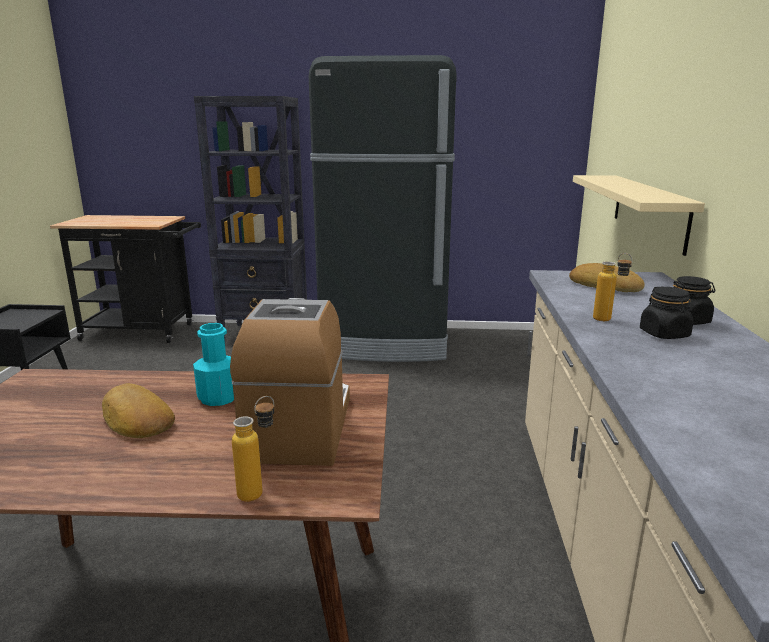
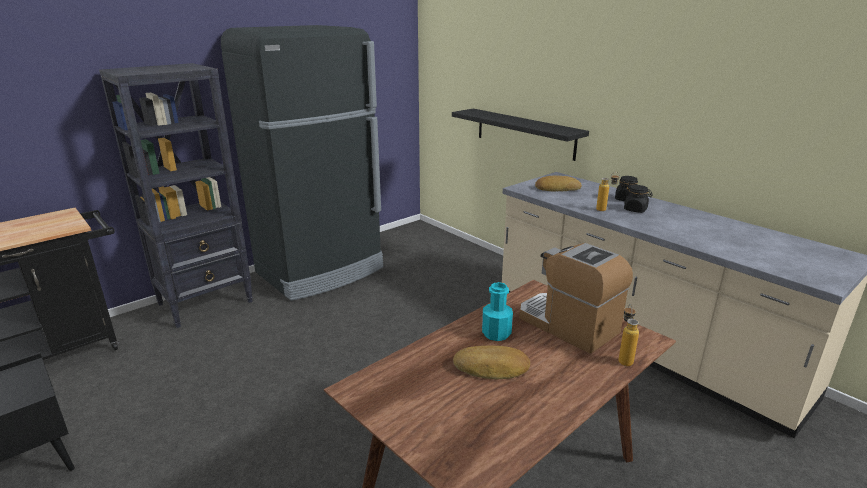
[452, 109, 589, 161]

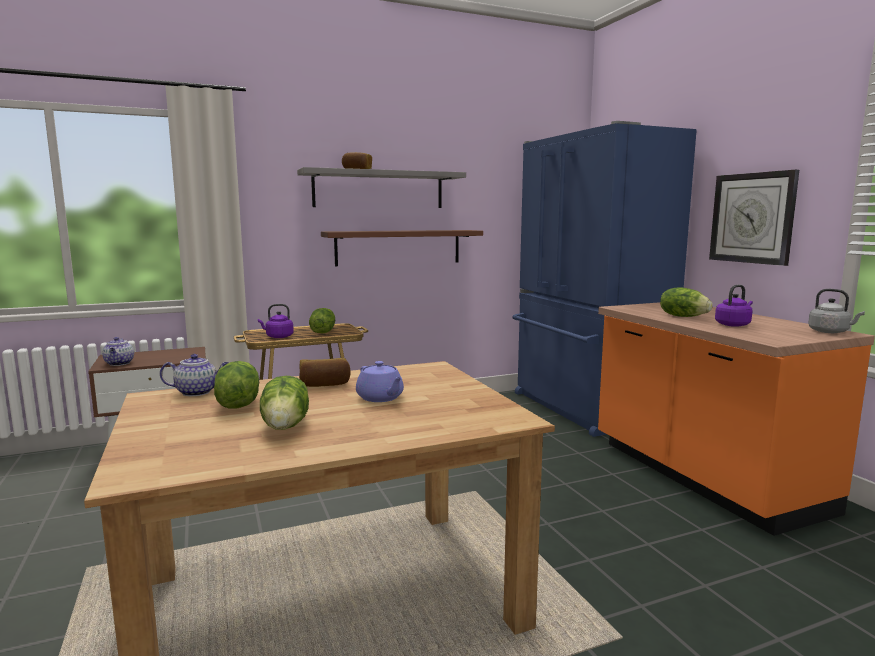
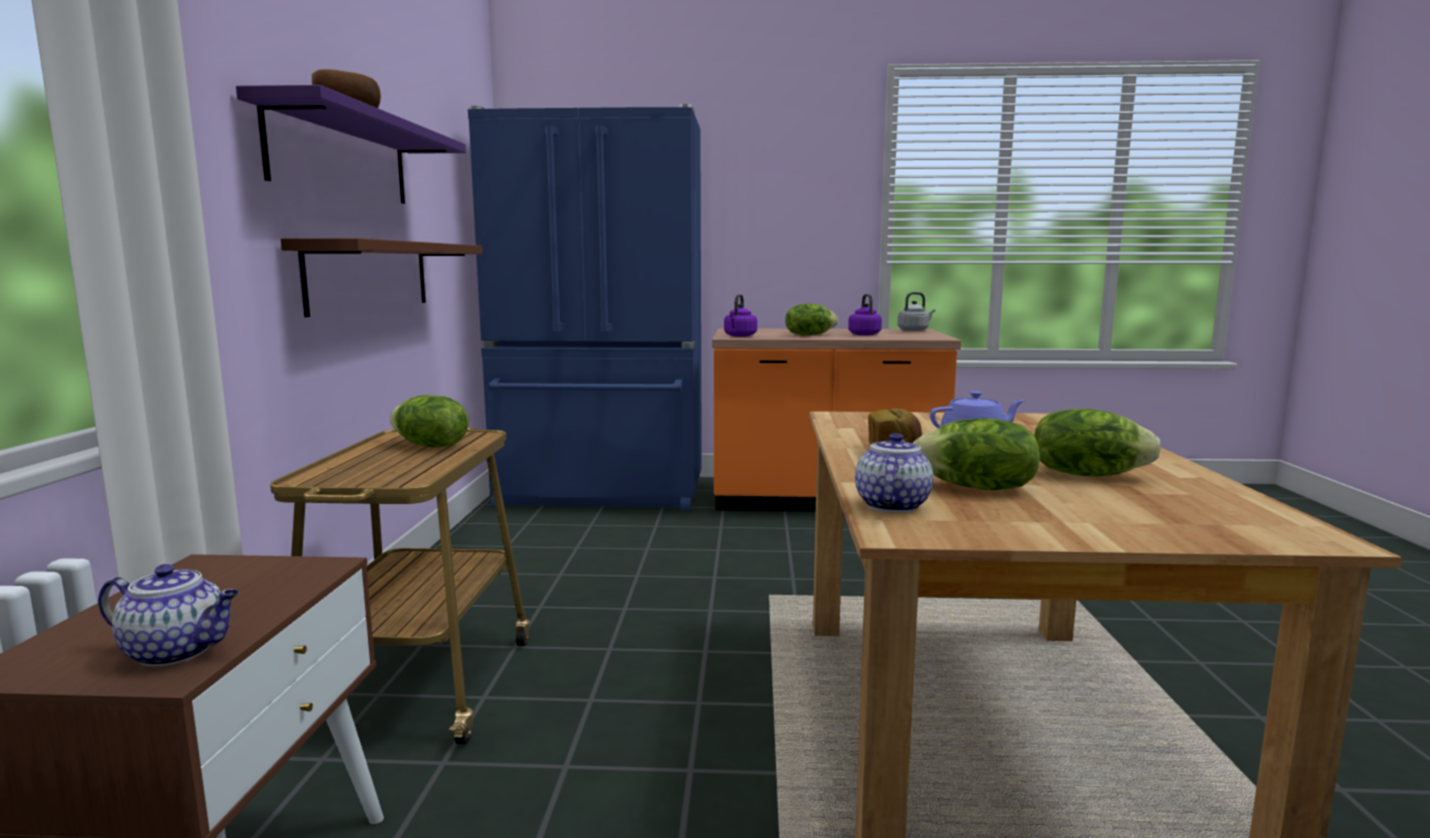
[724, 294, 757, 337]
[236, 85, 466, 204]
[709, 170, 799, 266] (first image)

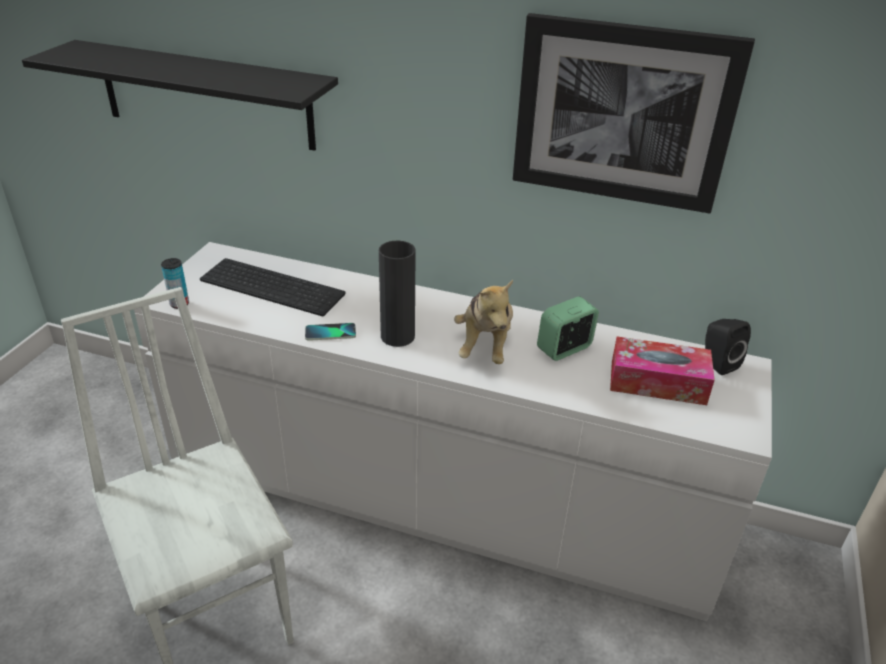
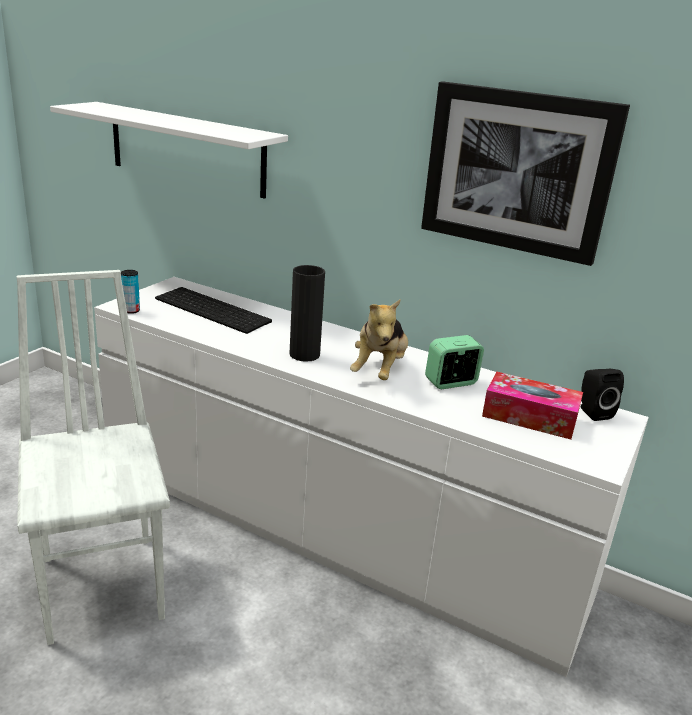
[50, 102, 288, 199]
[305, 323, 356, 341] (first image)

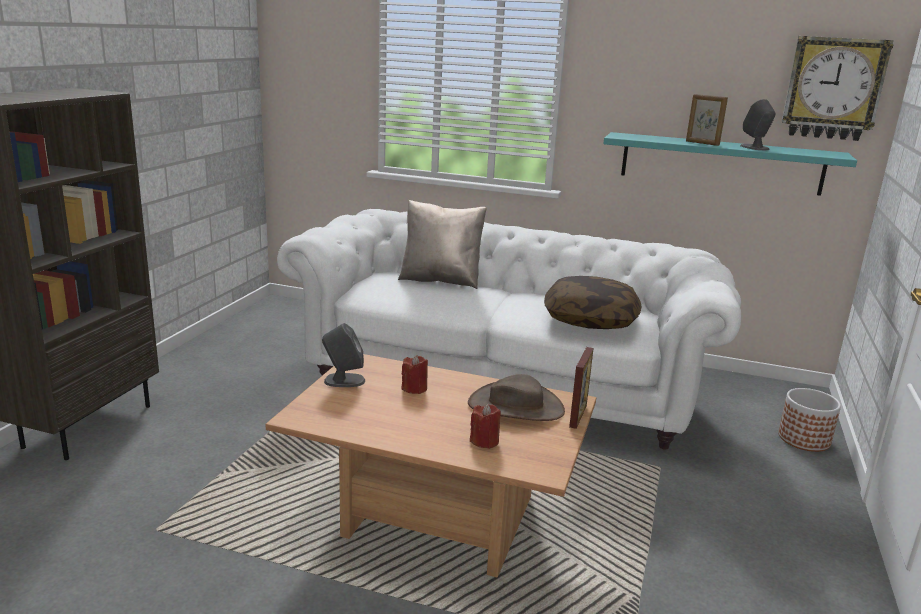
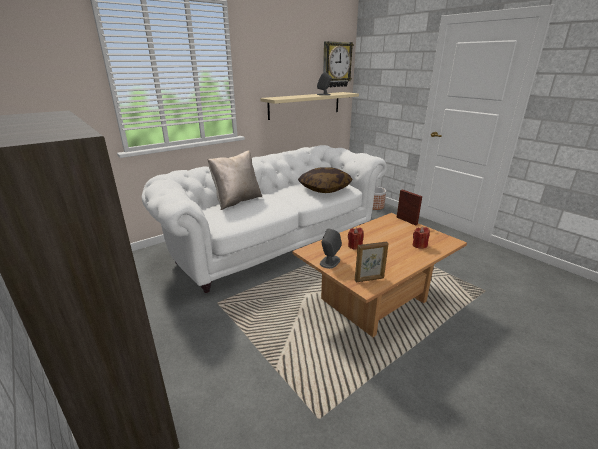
[468, 374, 565, 421] (first image)
[260, 92, 359, 120]
[355, 242, 389, 282]

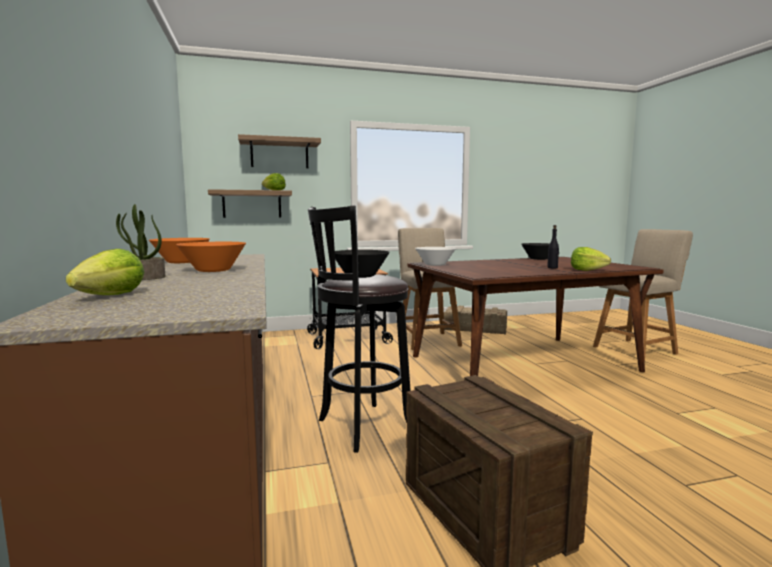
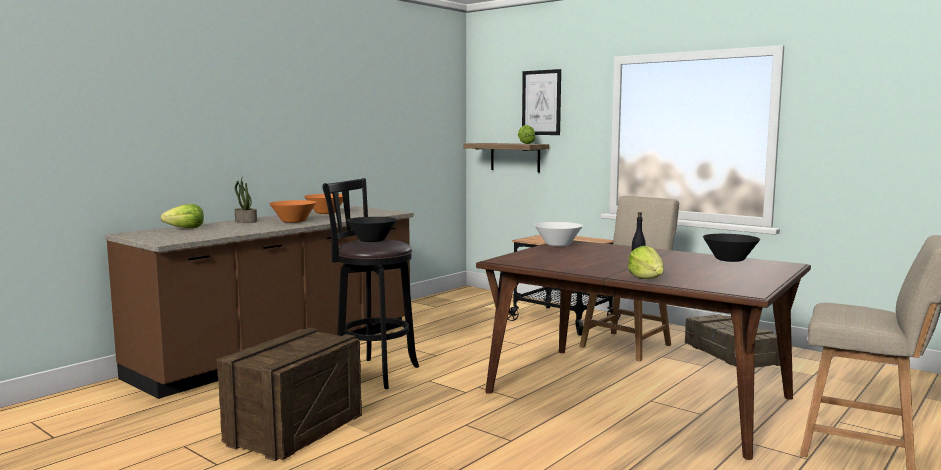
[522, 69, 561, 135]

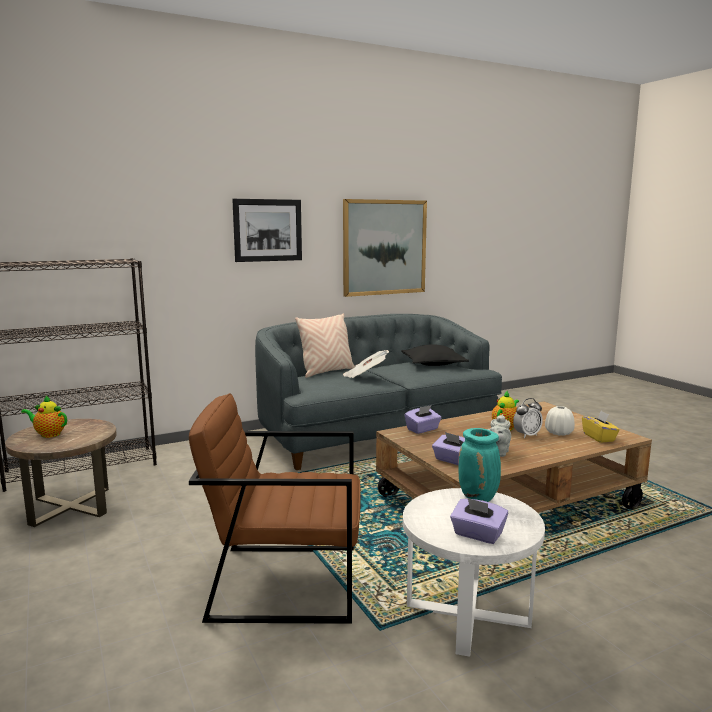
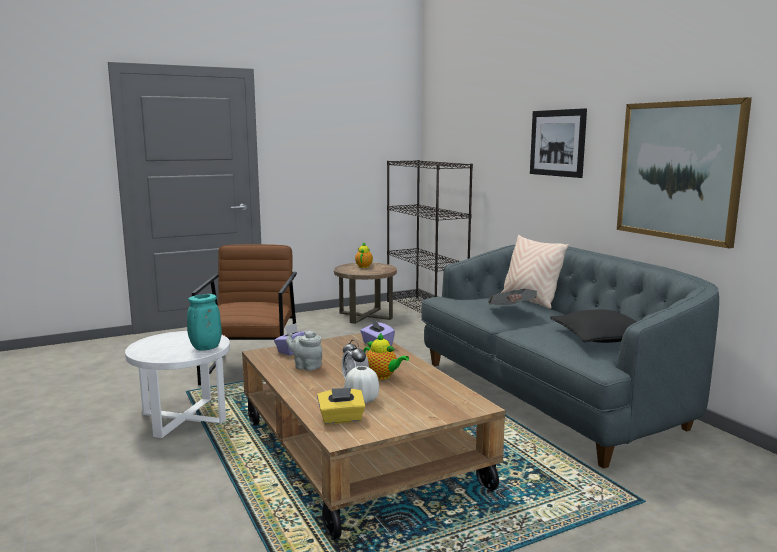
[450, 498, 508, 544] (first image)

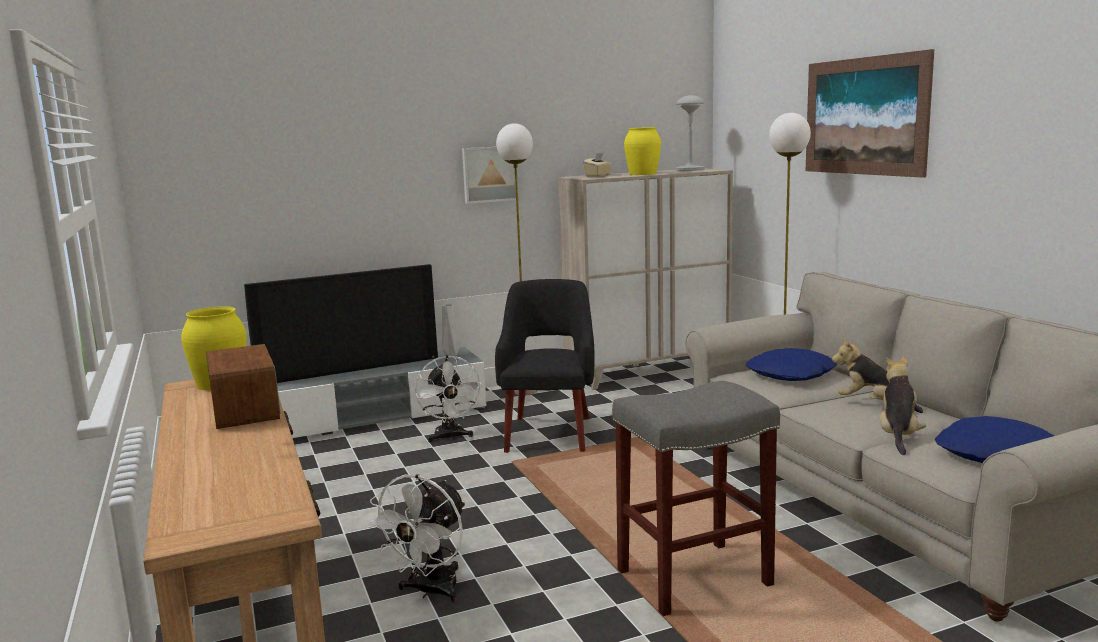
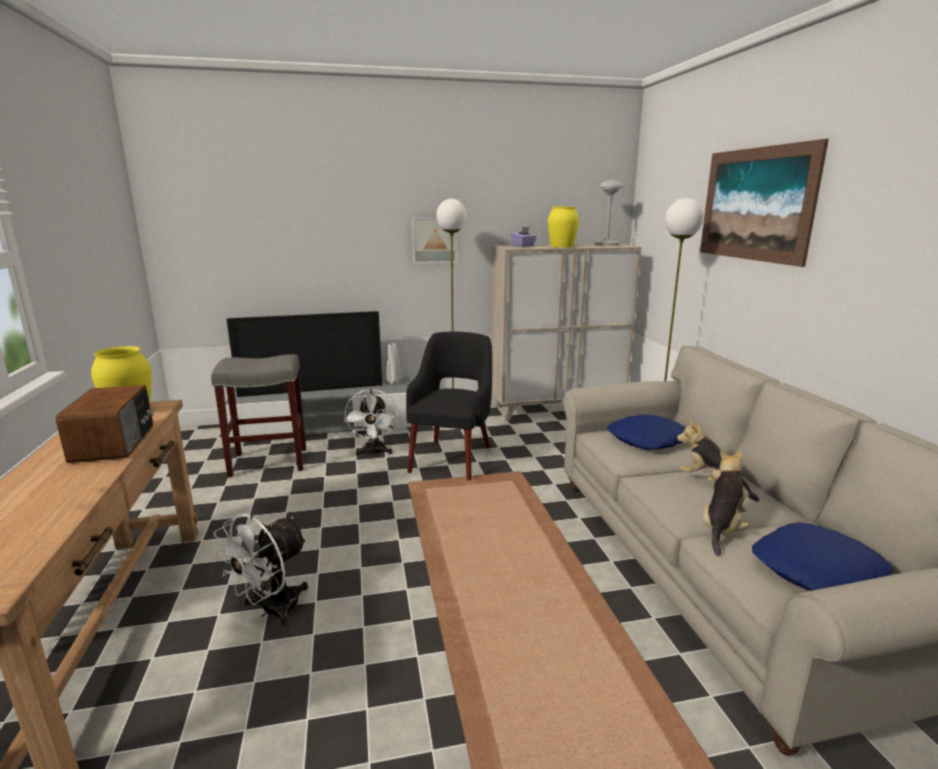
[511, 227, 537, 247]
[211, 354, 306, 477]

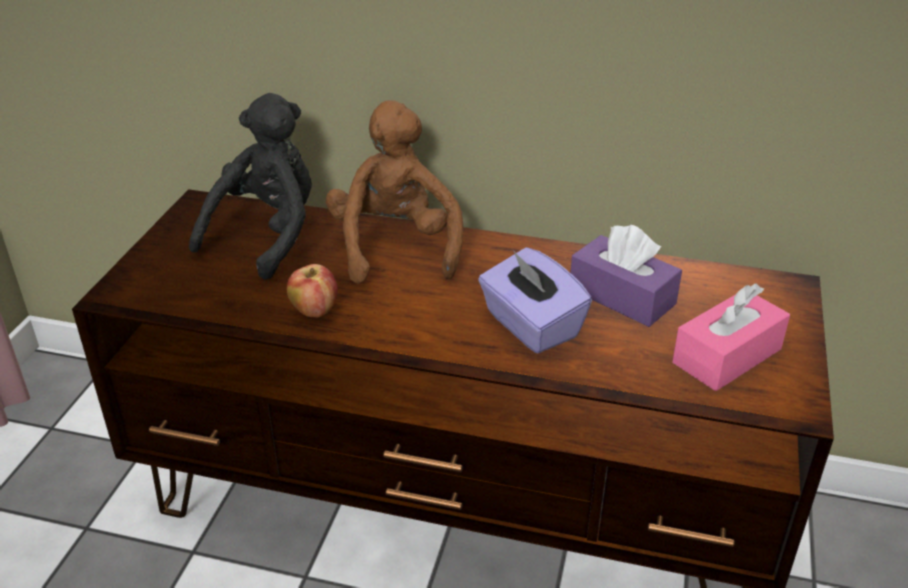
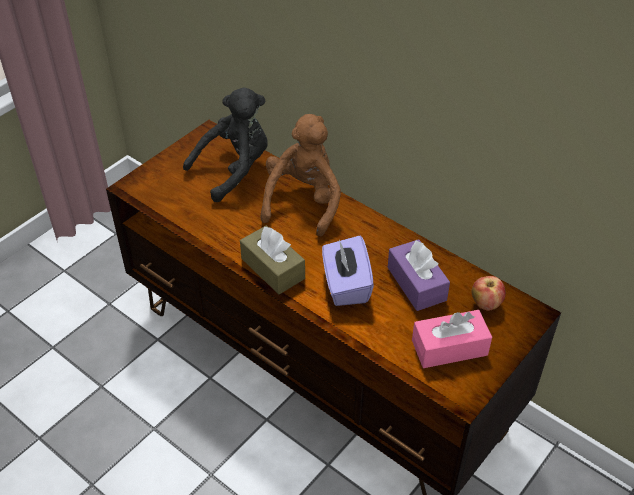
[472, 276, 506, 311]
[240, 226, 305, 294]

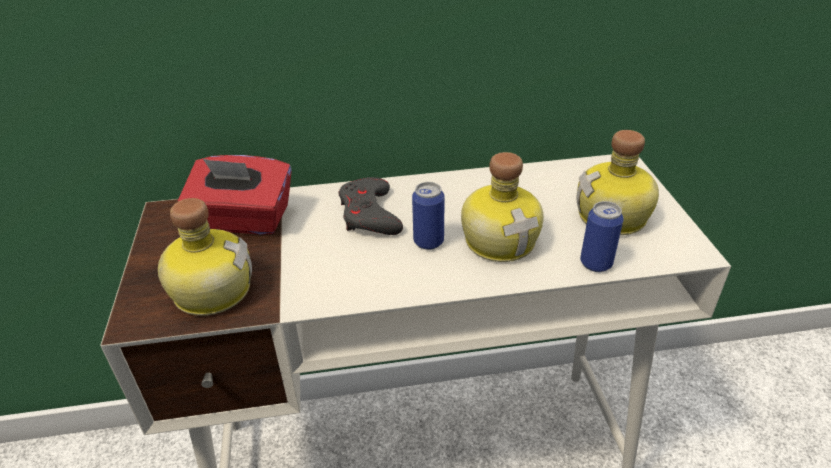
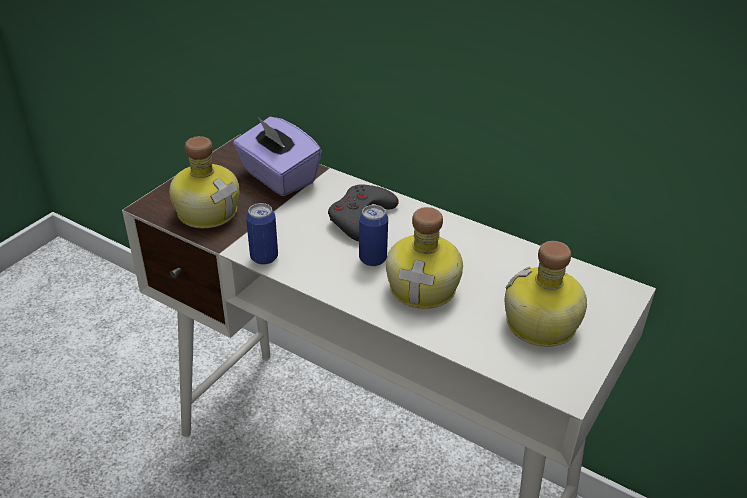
[233, 117, 322, 196]
[246, 203, 278, 265]

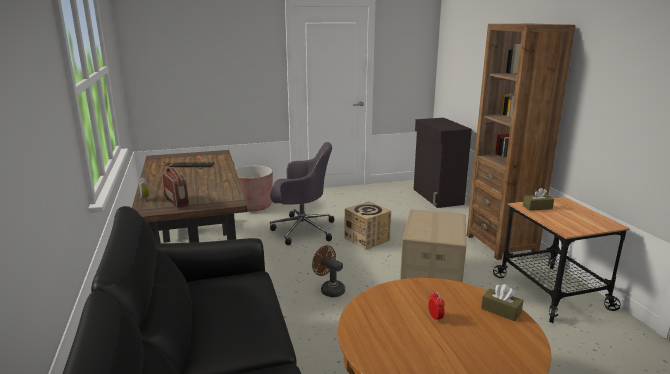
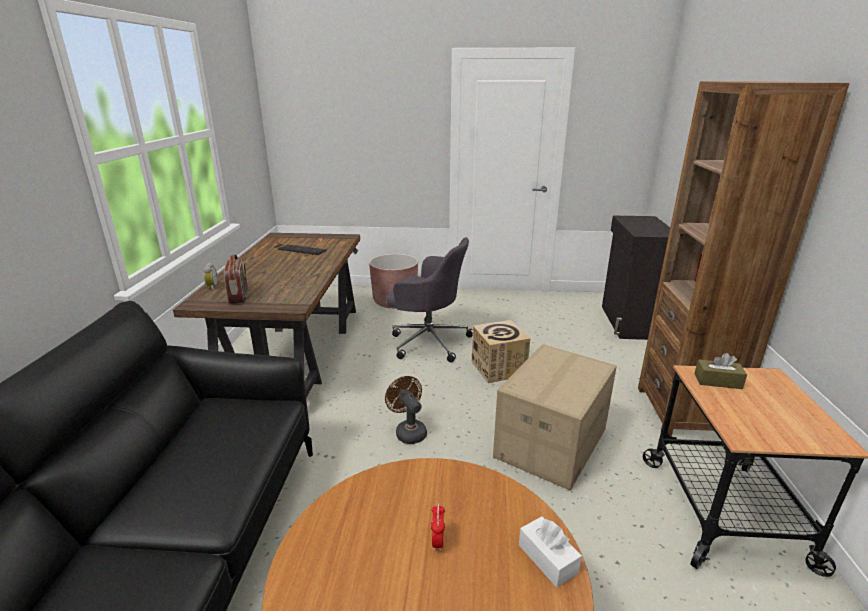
[519, 516, 582, 587]

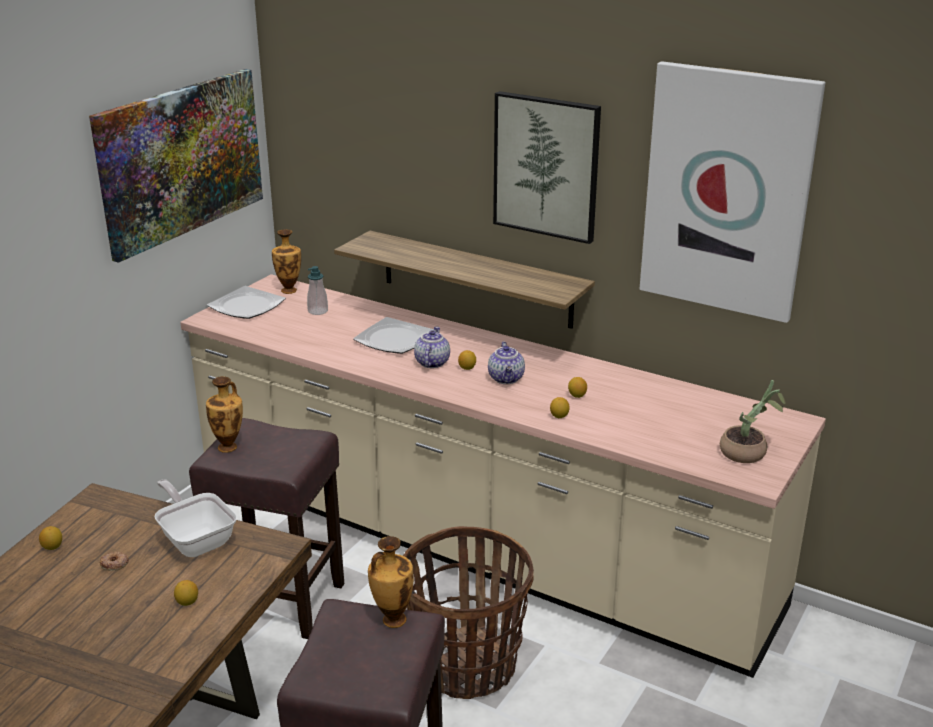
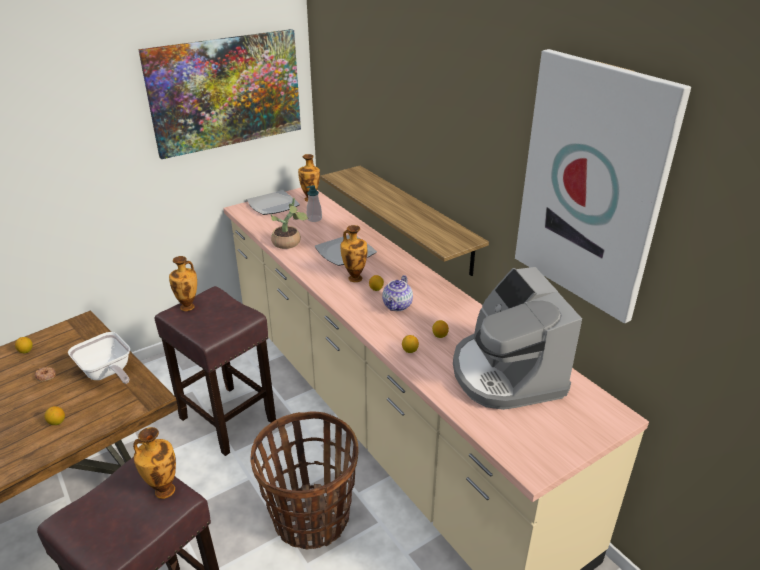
[68, 332, 130, 384]
[341, 225, 367, 282]
[493, 91, 601, 244] (first image)
[271, 198, 309, 249]
[453, 267, 582, 410]

